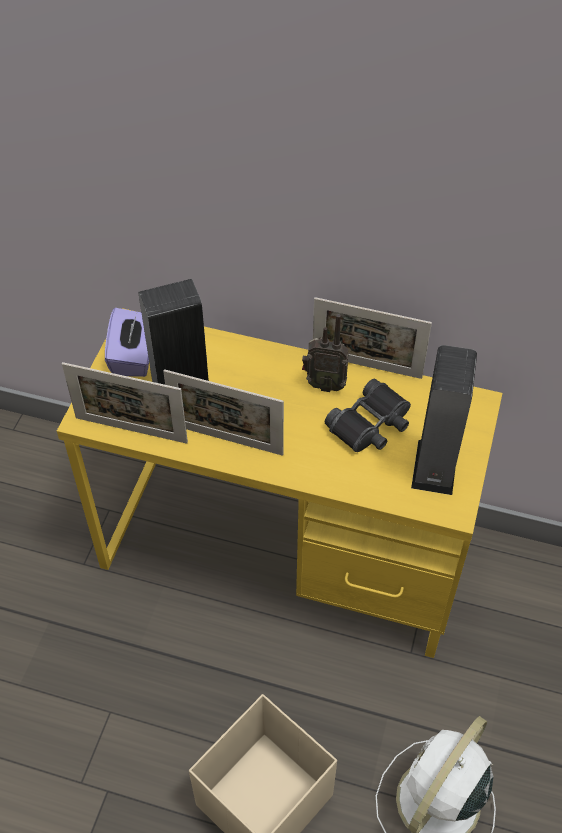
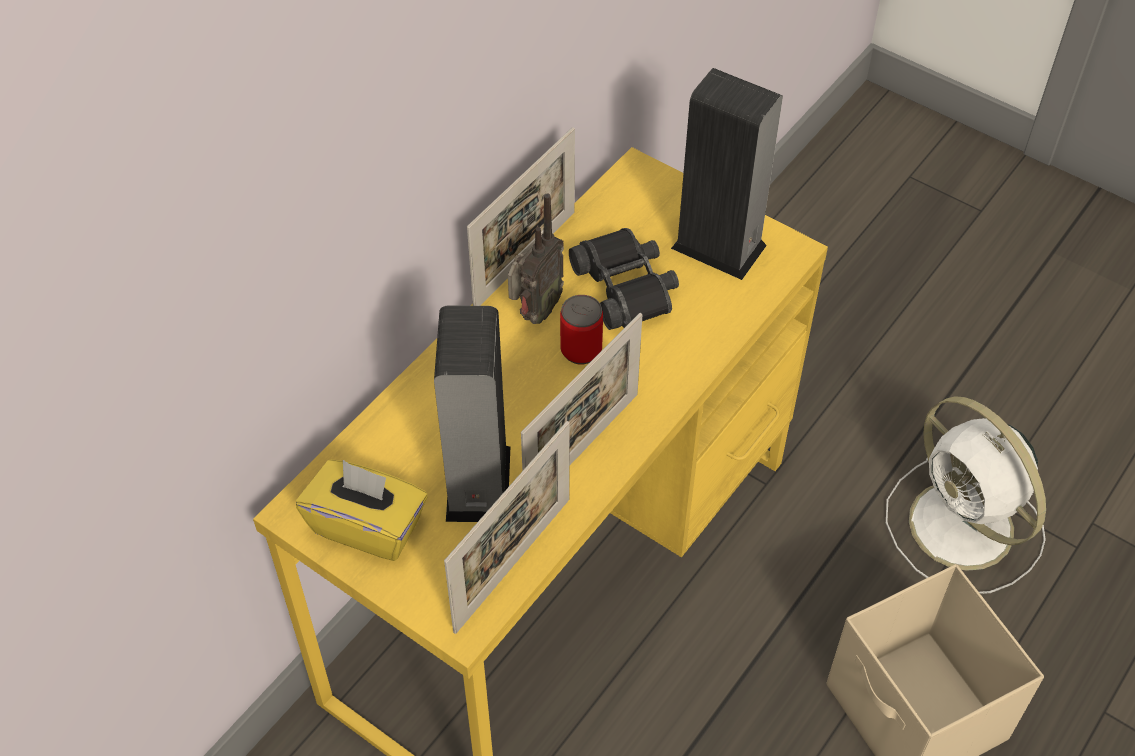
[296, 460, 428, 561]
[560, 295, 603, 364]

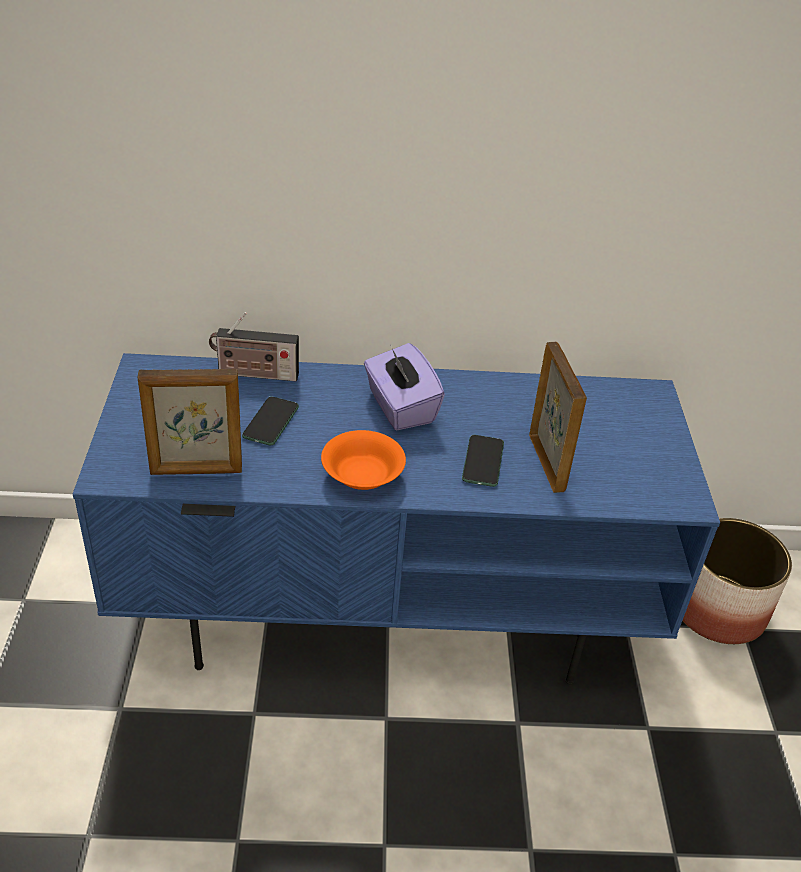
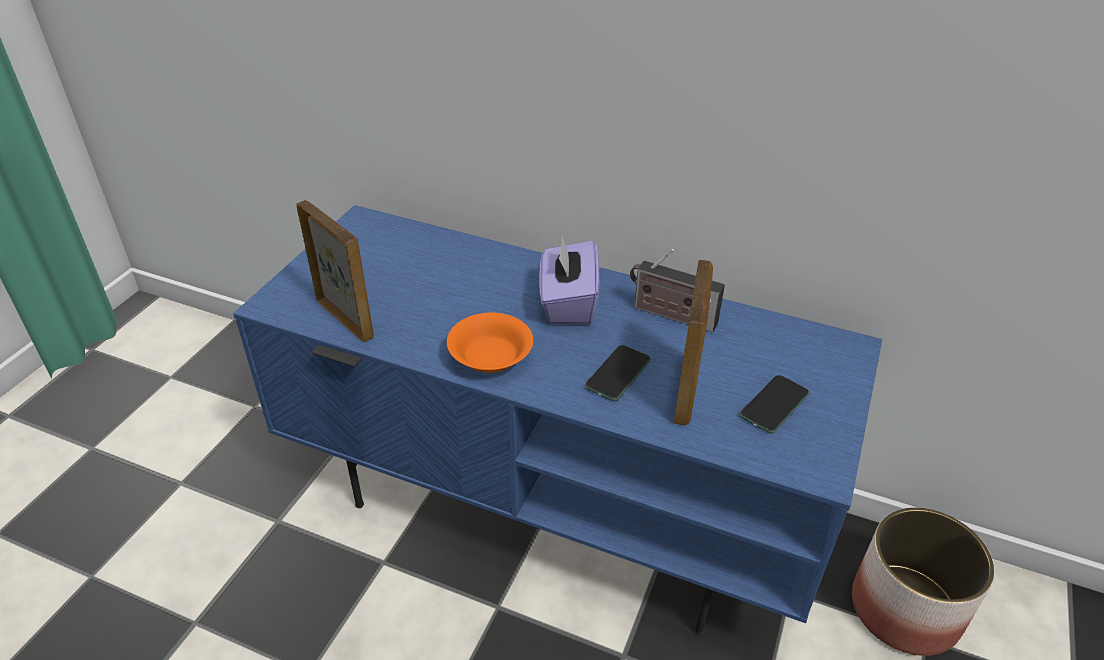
[297, 200, 374, 343]
[630, 249, 725, 333]
[740, 375, 809, 434]

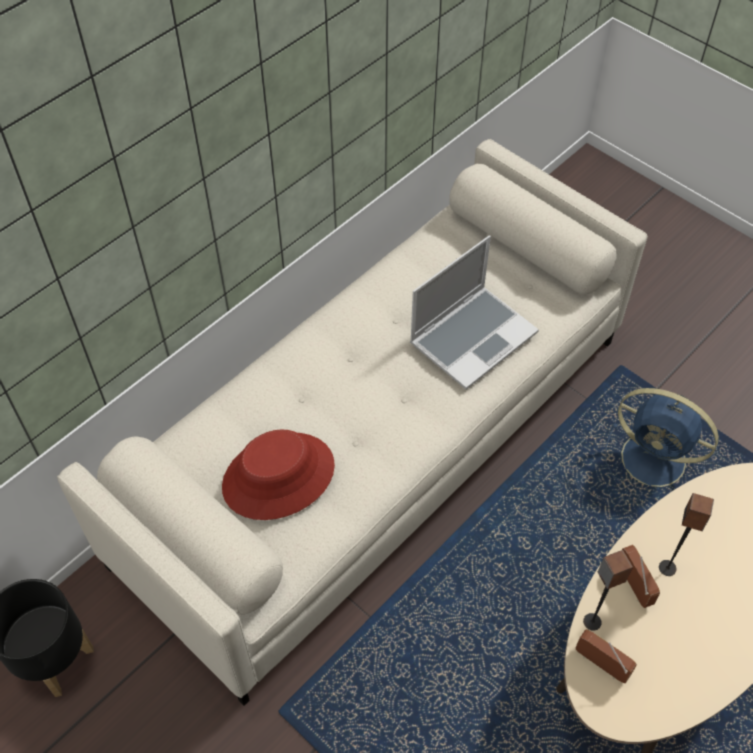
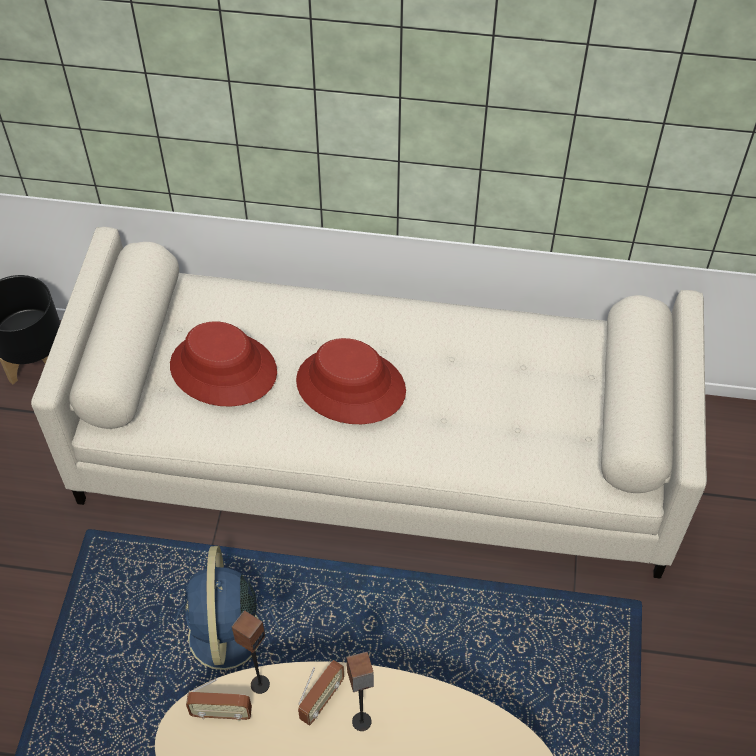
[410, 235, 539, 390] (first image)
[186, 679, 252, 722]
[175, 546, 279, 670]
[296, 338, 406, 424]

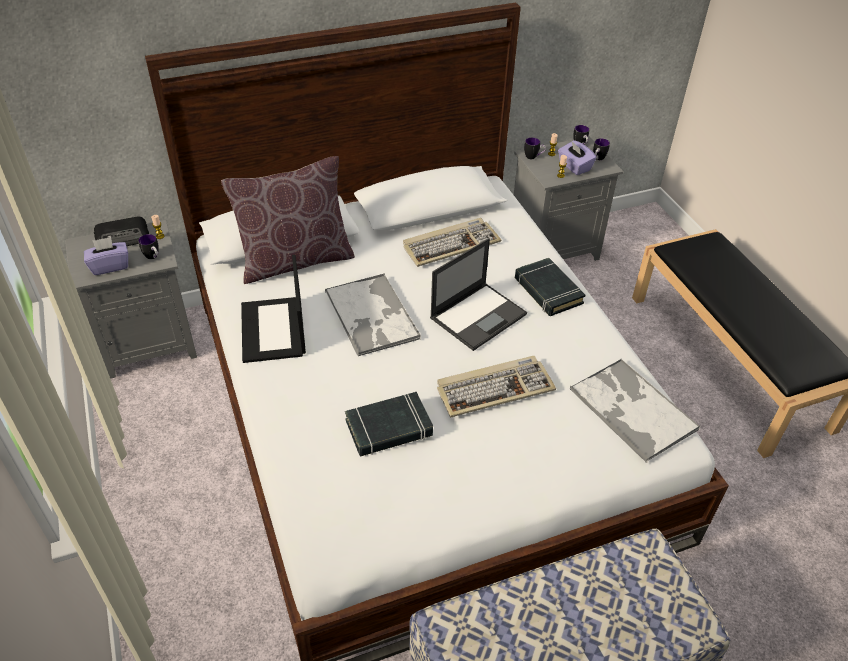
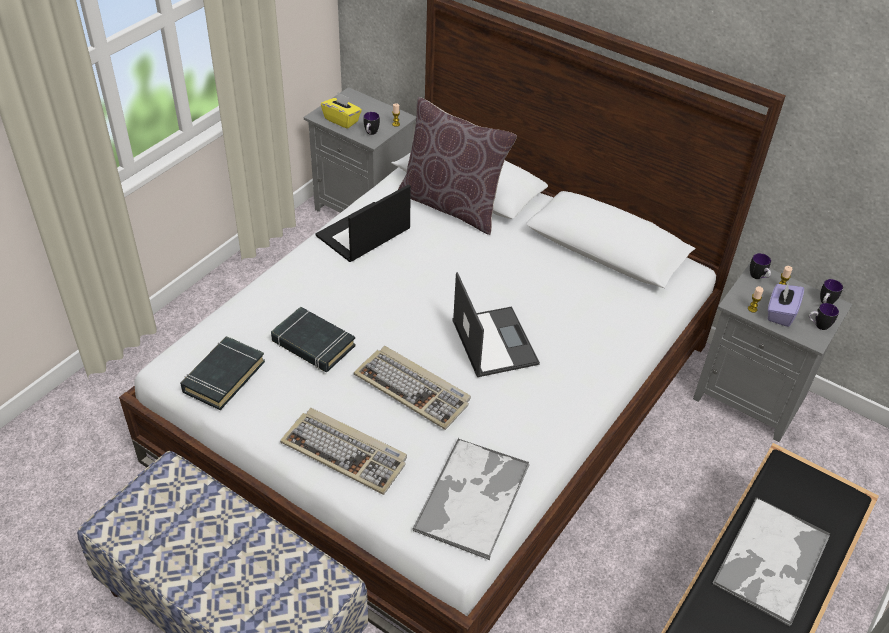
[321, 93, 362, 129]
[94, 217, 149, 246] (first image)
[713, 497, 830, 627]
[280, 408, 407, 495]
[453, 272, 540, 377]
[180, 336, 265, 410]

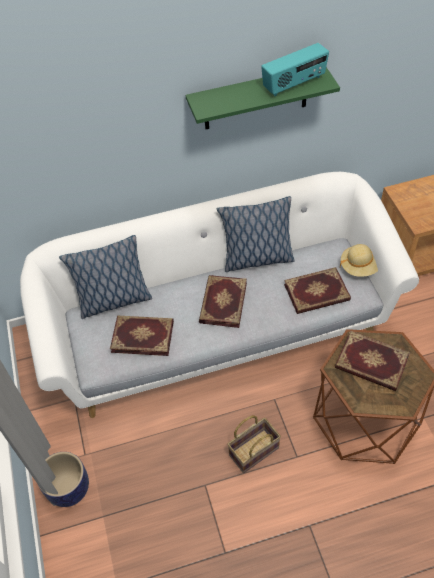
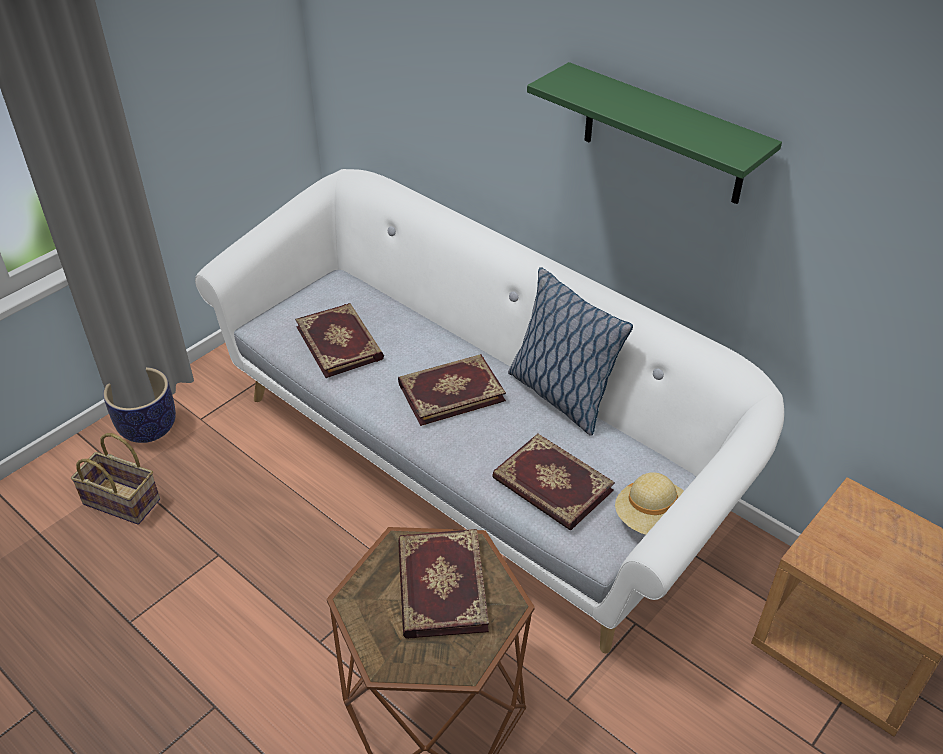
[59, 235, 152, 319] (first image)
[71, 433, 160, 525]
[261, 43, 329, 96] (first image)

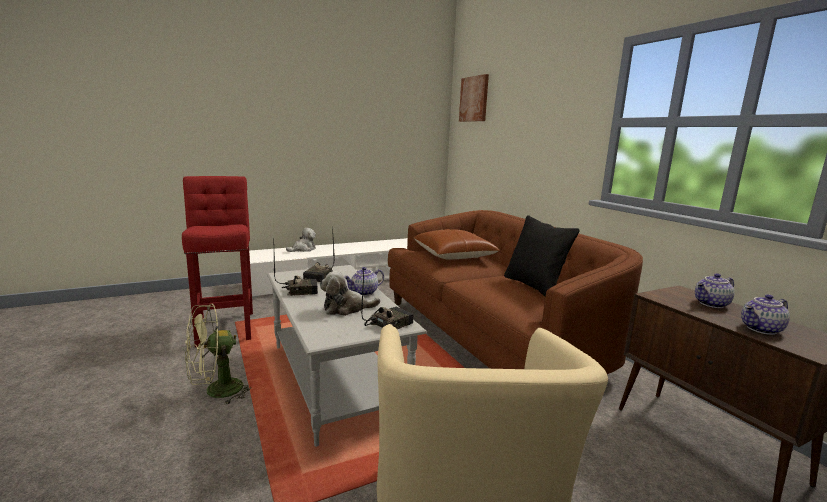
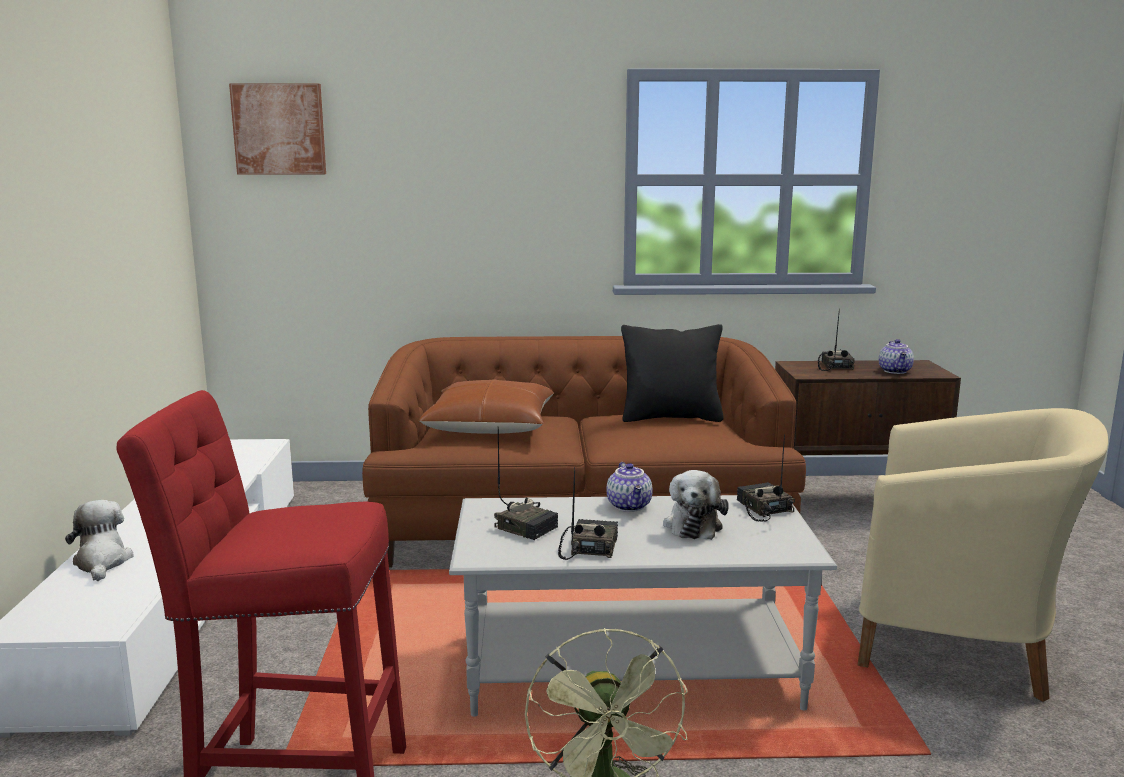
[818, 308, 855, 371]

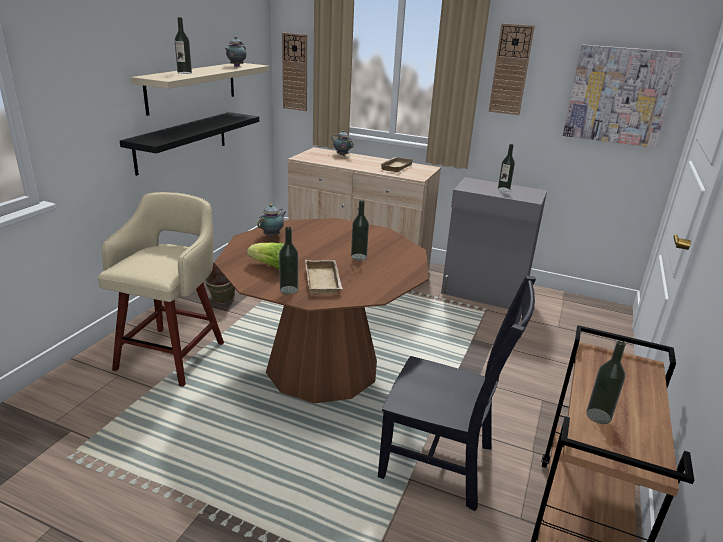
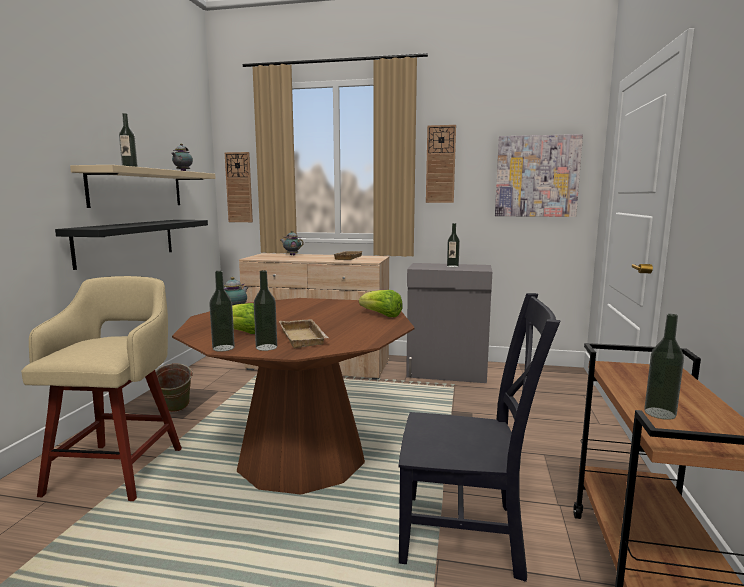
[209, 271, 235, 351]
[359, 290, 403, 317]

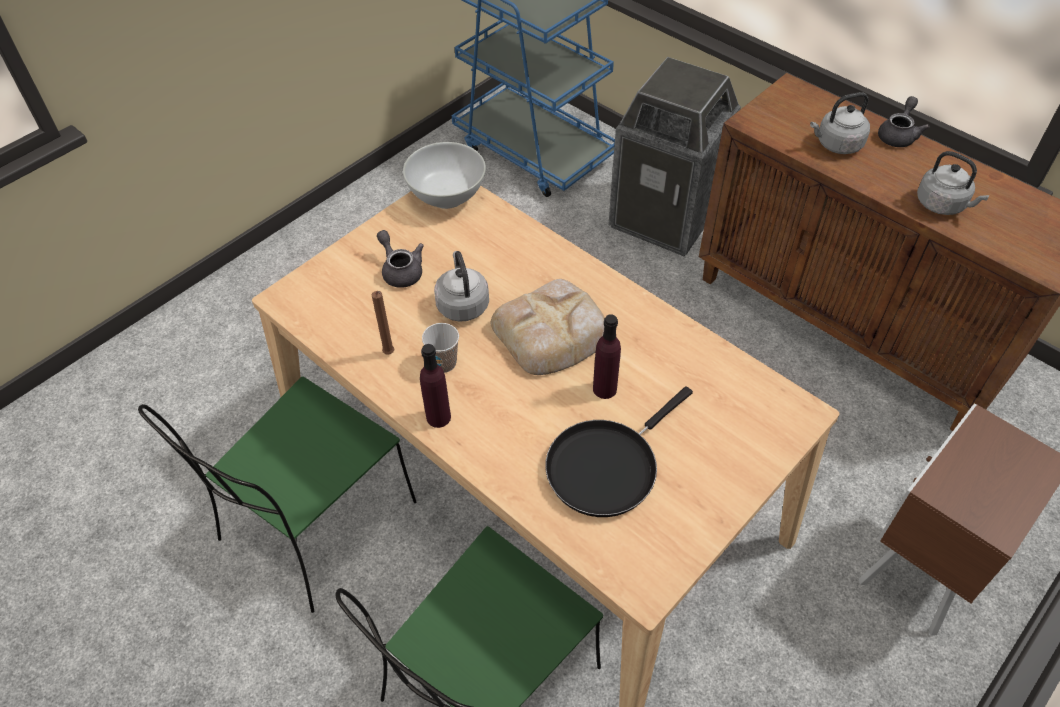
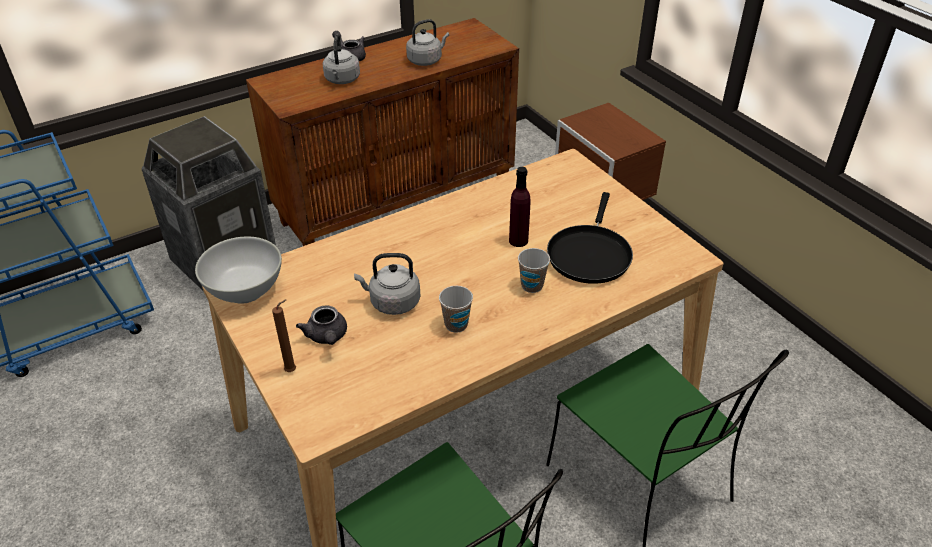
[272, 299, 296, 372]
[296, 305, 347, 345]
[420, 344, 451, 428] (first image)
[491, 279, 605, 375] (first image)
[547, 192, 633, 284]
[518, 248, 550, 293]

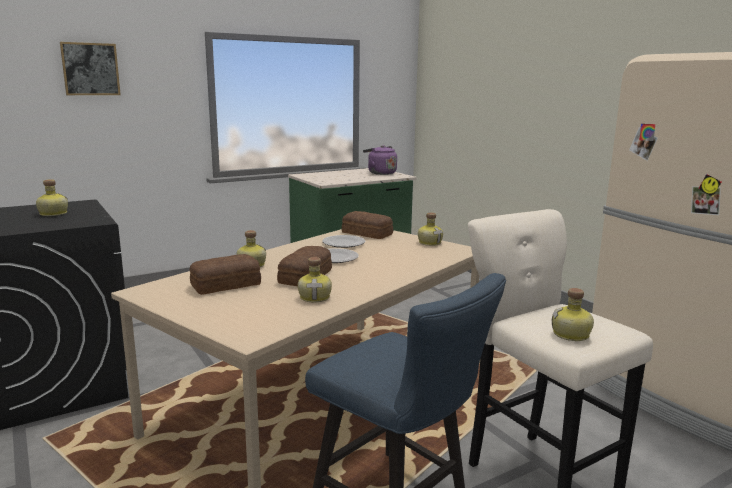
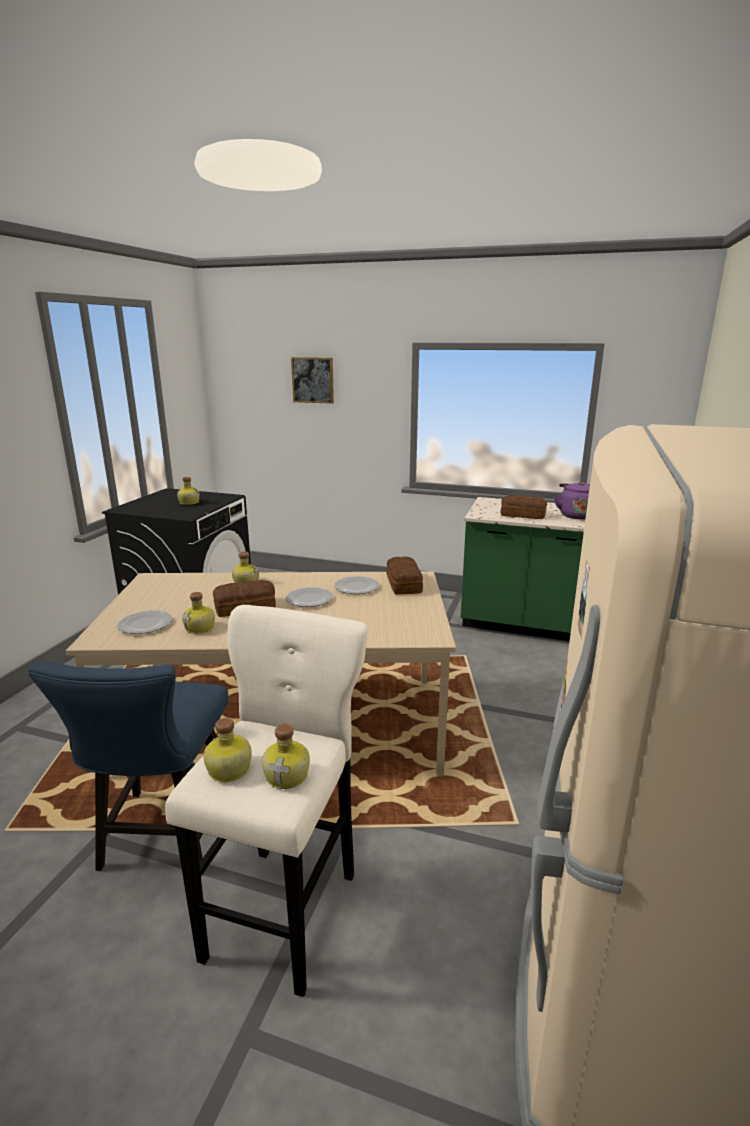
[501, 495, 547, 519]
[262, 724, 310, 789]
[117, 610, 172, 634]

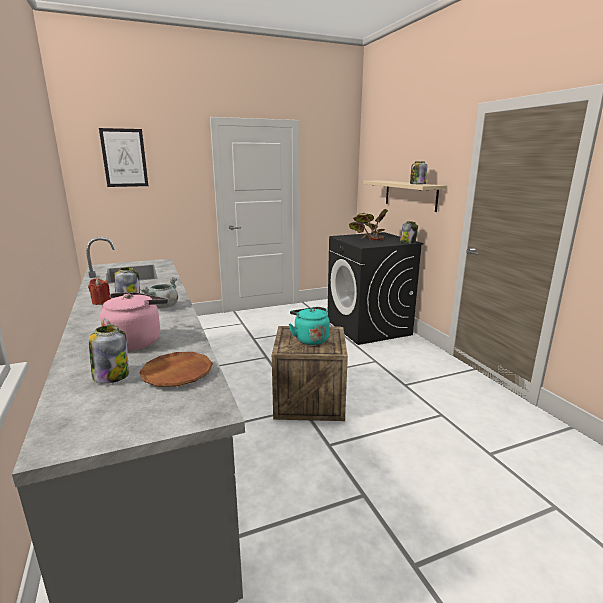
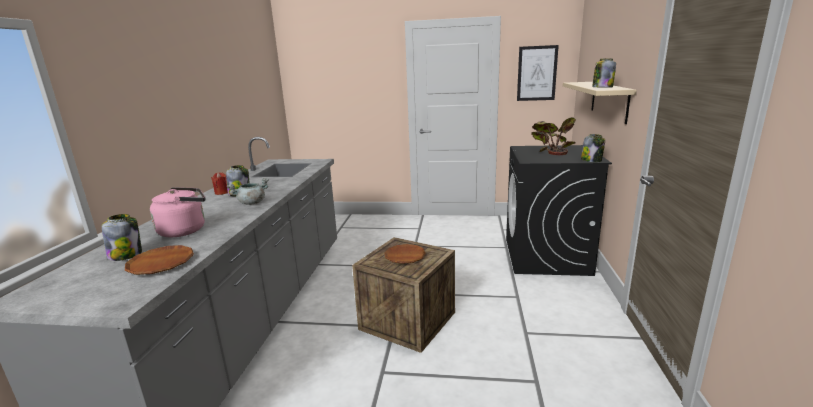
[517, 45, 559, 101]
[384, 244, 426, 264]

